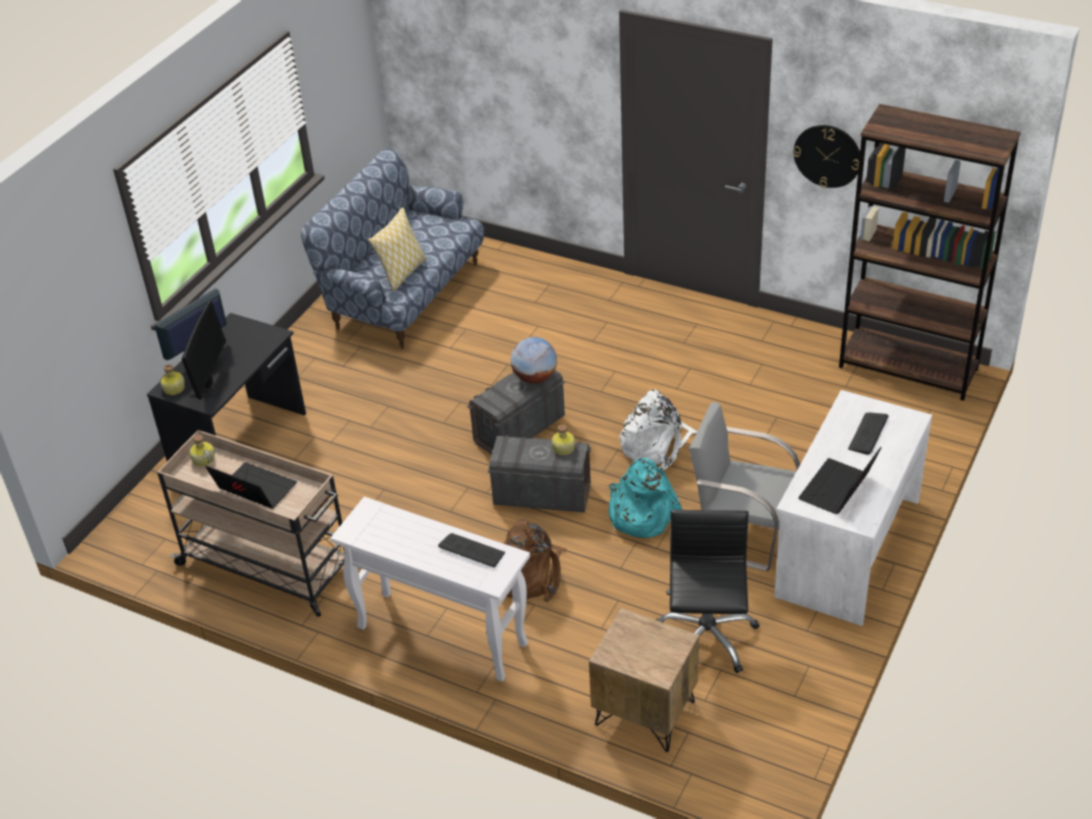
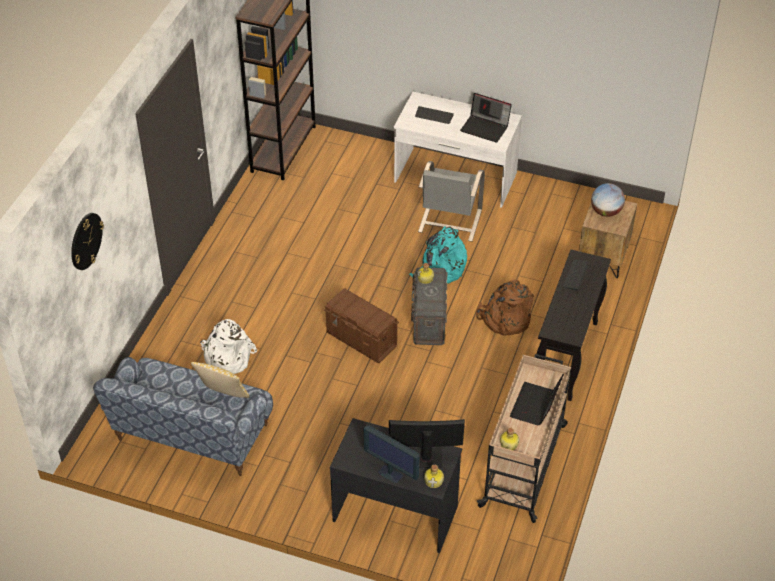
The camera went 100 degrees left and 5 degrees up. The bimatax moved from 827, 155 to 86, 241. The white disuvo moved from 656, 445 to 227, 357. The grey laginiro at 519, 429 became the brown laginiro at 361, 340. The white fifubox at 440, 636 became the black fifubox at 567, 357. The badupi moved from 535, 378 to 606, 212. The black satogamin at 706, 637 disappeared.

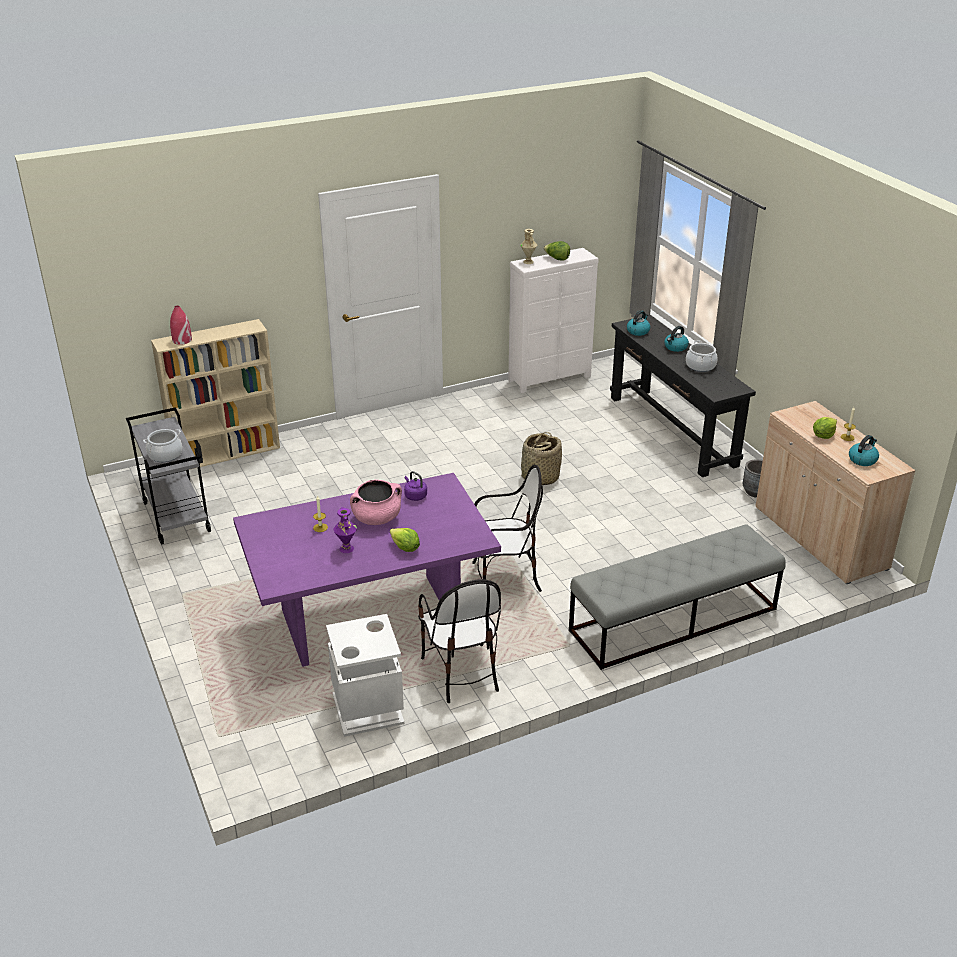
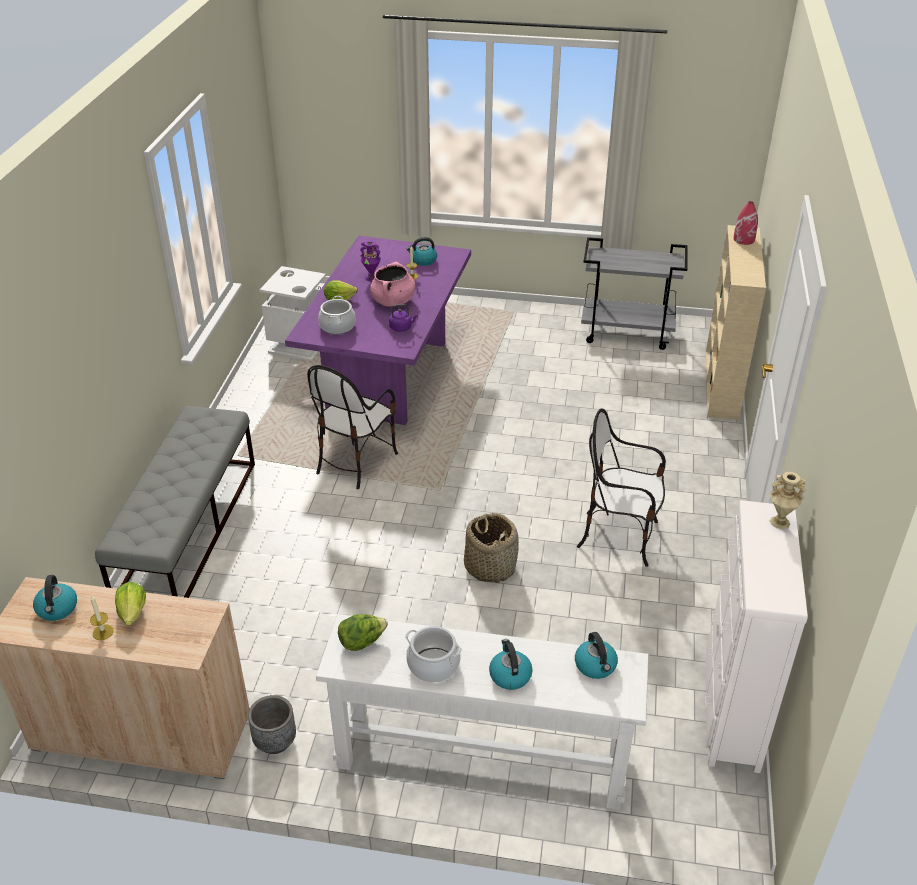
The camera went 125 degrees right and 5 degrees up. The black fifubox at 672, 431 became the white fifubox at 481, 757. The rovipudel moved from 165, 455 to 337, 326. The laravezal moved from 557, 259 to 362, 642. The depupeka at 423, 260 appeared. The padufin moved from 461, 672 to 619, 536.

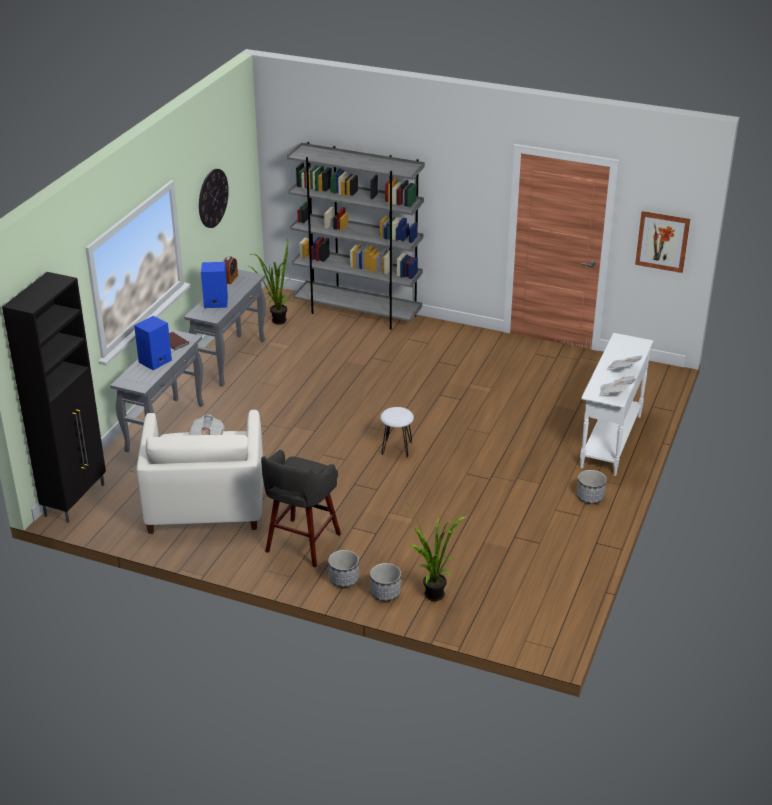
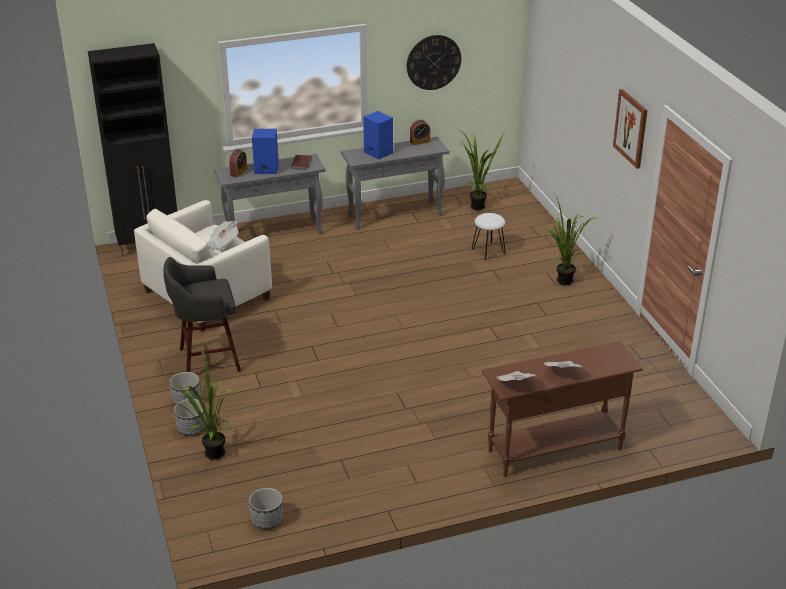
The camera went 50 degrees right and 0 degrees up. The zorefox at 238, 172 appeared. The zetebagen moved from 590, 497 to 267, 520. The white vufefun moved from 396, 448 to 488, 251. The white fifubox at 610, 441 became the brown fifubox at 554, 450. The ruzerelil at 562, 283 appeared. The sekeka moved from 662, 241 to 631, 128. The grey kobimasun at 358, 313 disappeared.

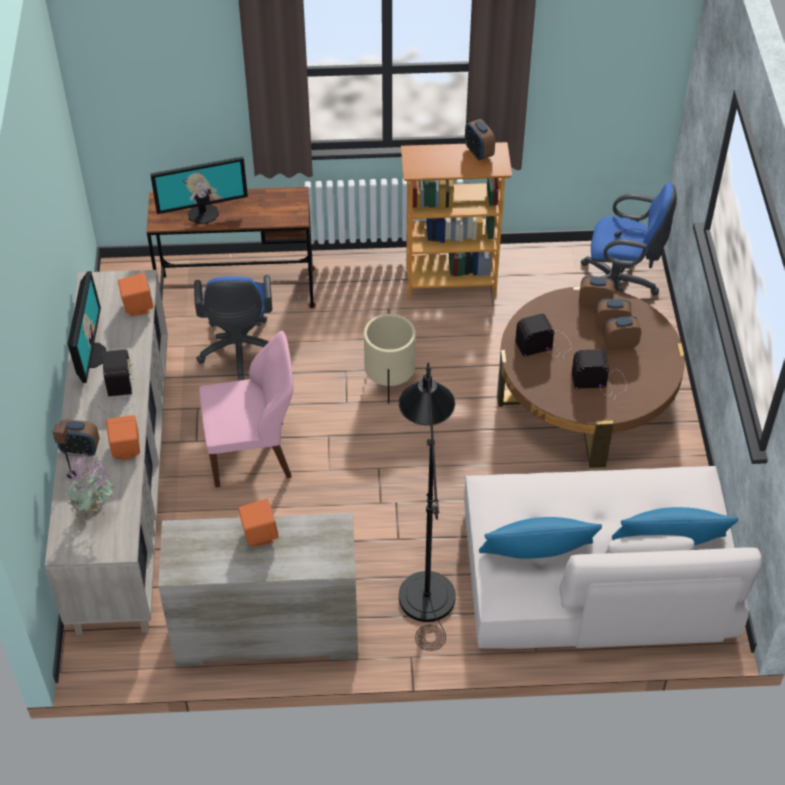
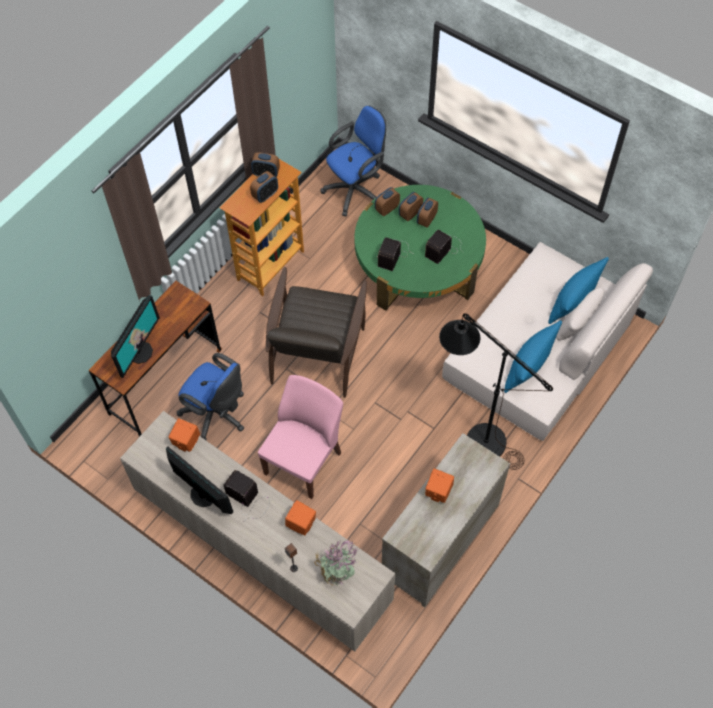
The camera went 50 degrees left and 10 degrees up. The zorefox moved from 80, 450 to 265, 195. The beige zetebagen at 389, 382 was replaced by the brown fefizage at 317, 352. The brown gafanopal at 585, 397 became the green gafanopal at 418, 264.

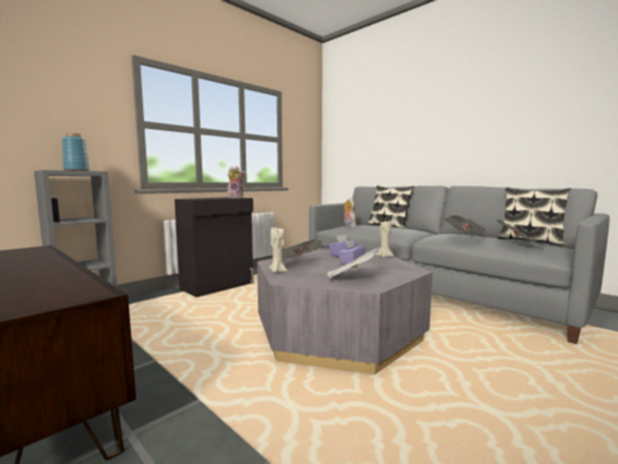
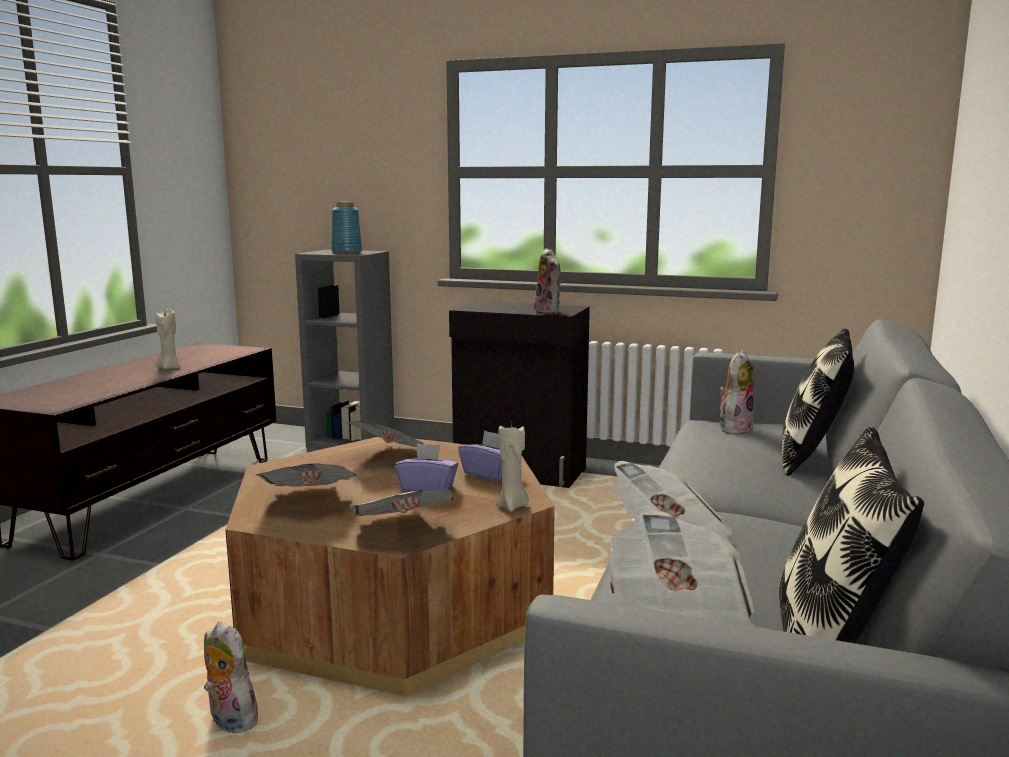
The camera went 65 degrees right and 5 degrees up. The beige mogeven moved from 277, 271 to 169, 368. The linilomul at 229, 721 appeared. The grey gafanopal at 338, 332 became the brown gafanopal at 394, 607. The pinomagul at 403, 530 appeared.

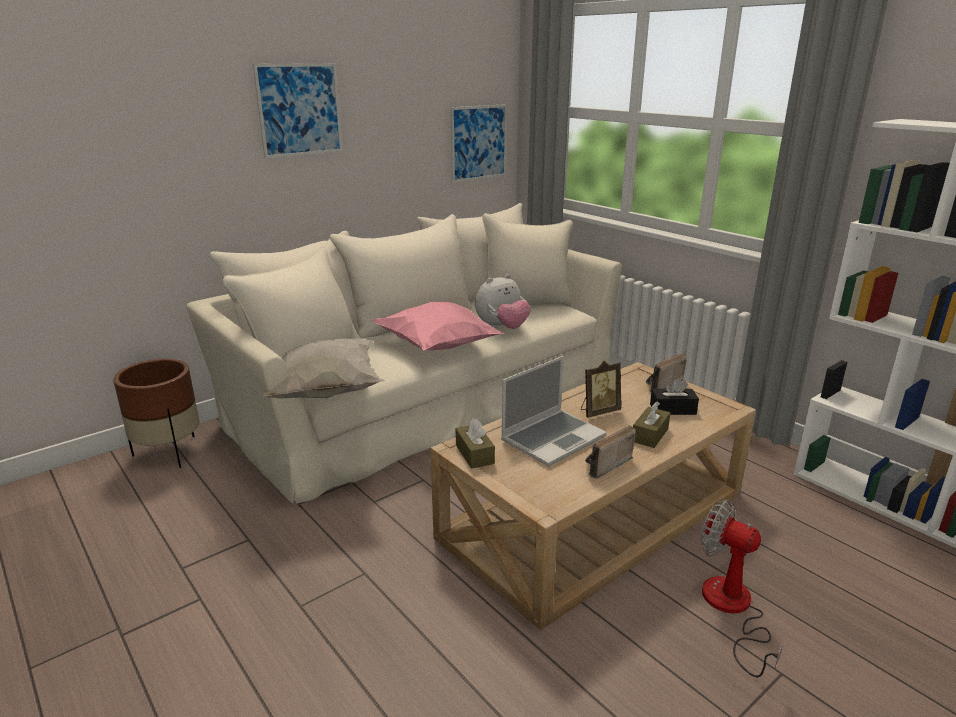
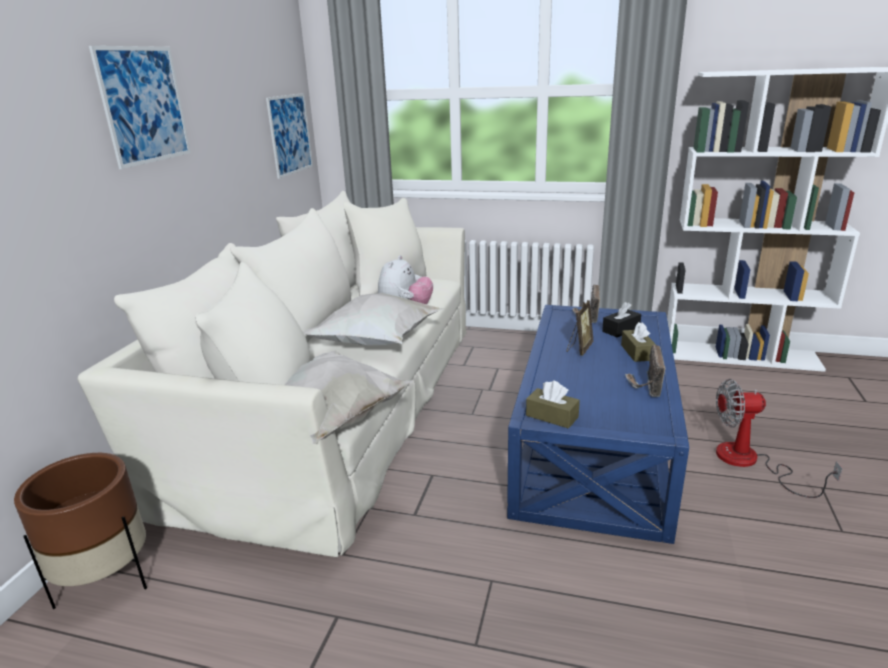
The camera went 35 degrees left and 0 degrees up. The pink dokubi at 439, 348 became the white dokubi at 378, 343. The beige gafanopal at 592, 514 became the blue gafanopal at 592, 440. The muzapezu at 553, 438 disappeared.

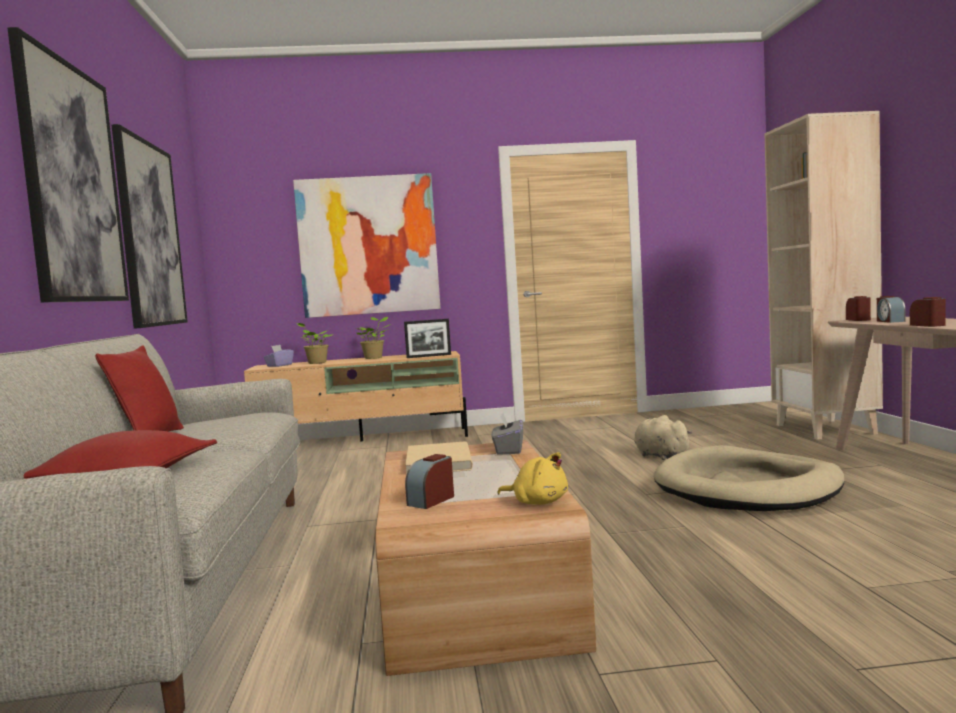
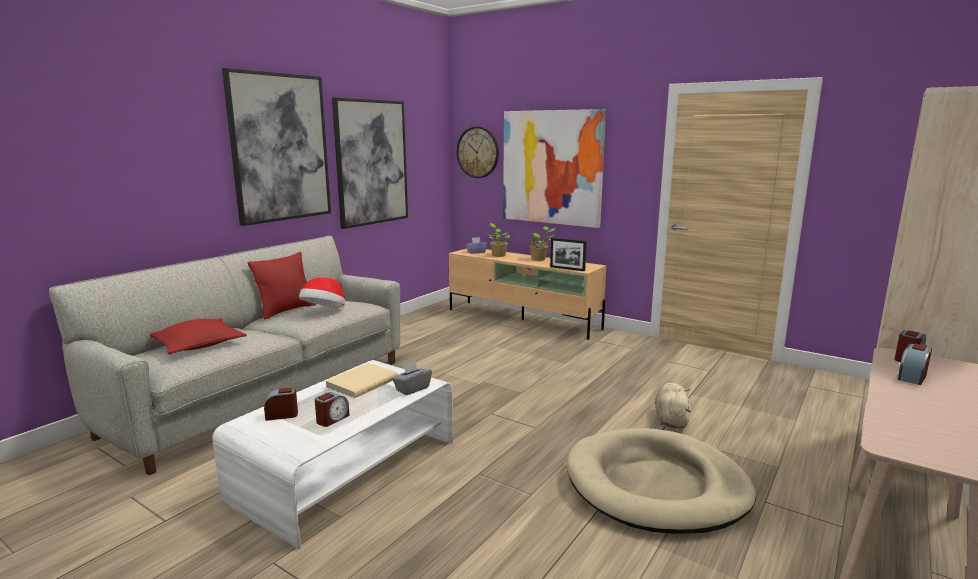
The camera went 40 degrees right and 10 degrees up. The brown gafanopal at 474, 584 became the white gafanopal at 347, 469. The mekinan at 324, 311 appeared. The zorefox moved from 928, 325 to 332, 419. The bimatax at 478, 152 appeared. The yellow linilomul at 538, 502 disappeared.

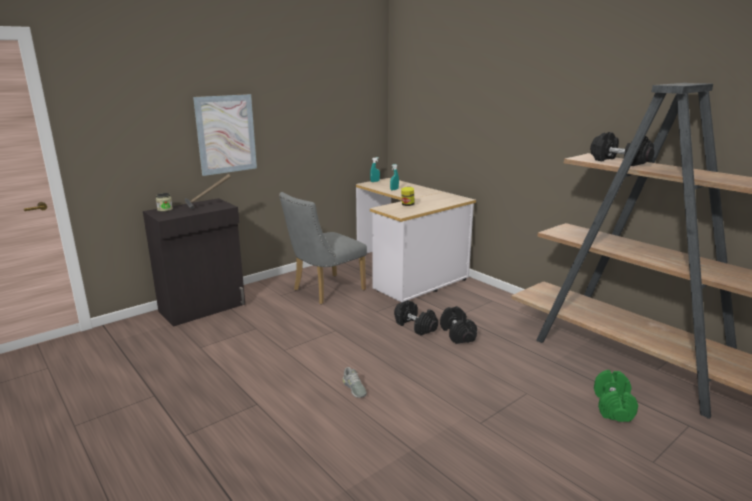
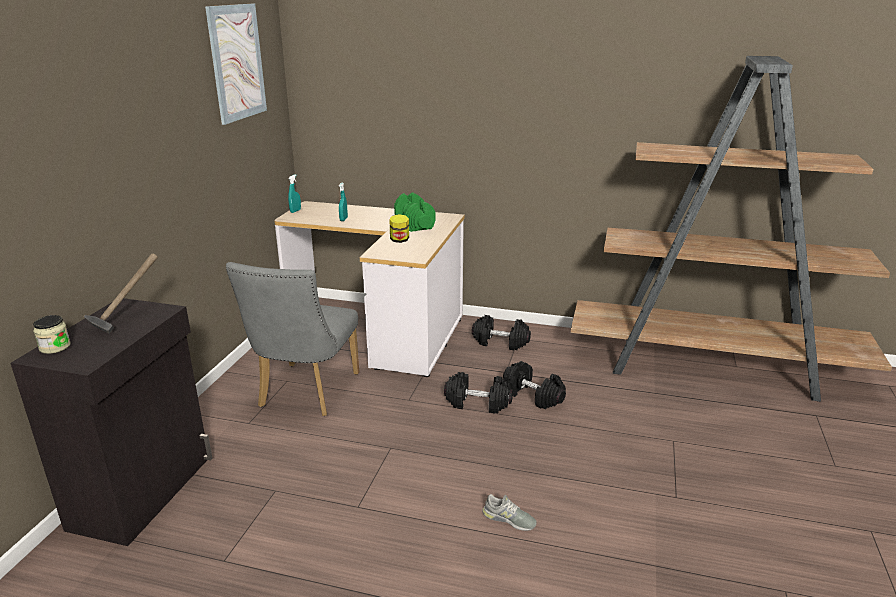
The camera went 35 degrees left and 5 degrees up. The sekeka moved from 226, 134 to 237, 62. The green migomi moved from 613, 406 to 415, 224. The black migomi moved from 619, 162 to 500, 342.

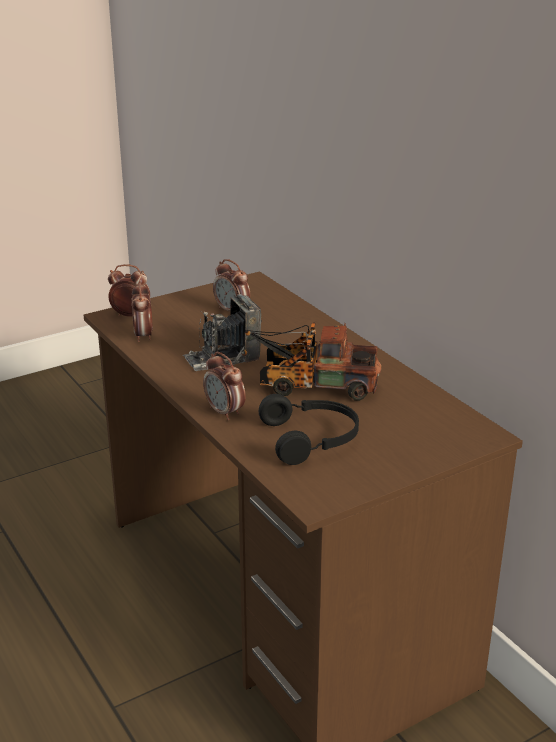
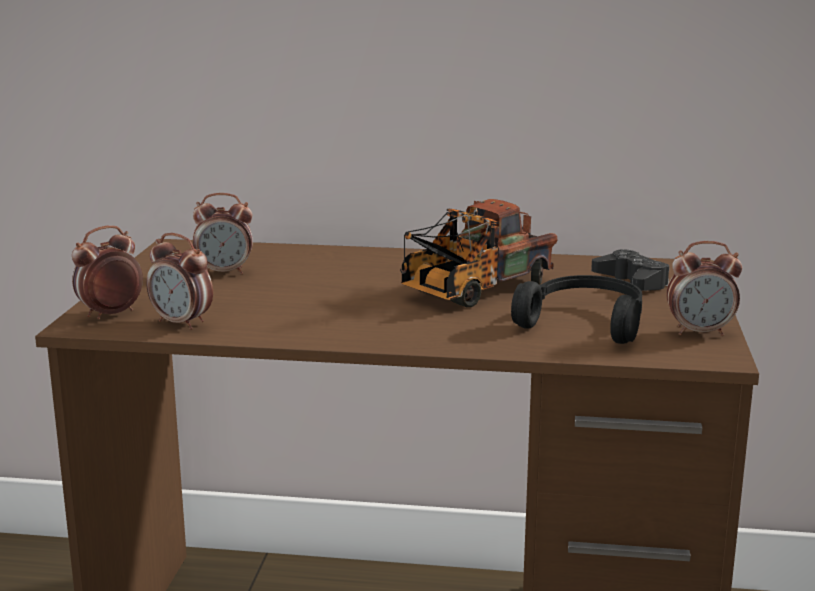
The camera went 50 degrees left and 10 degrees down. The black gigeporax at 632, 281 appeared. The zorefox moved from 225, 412 to 700, 332. The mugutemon at 222, 357 disappeared.

